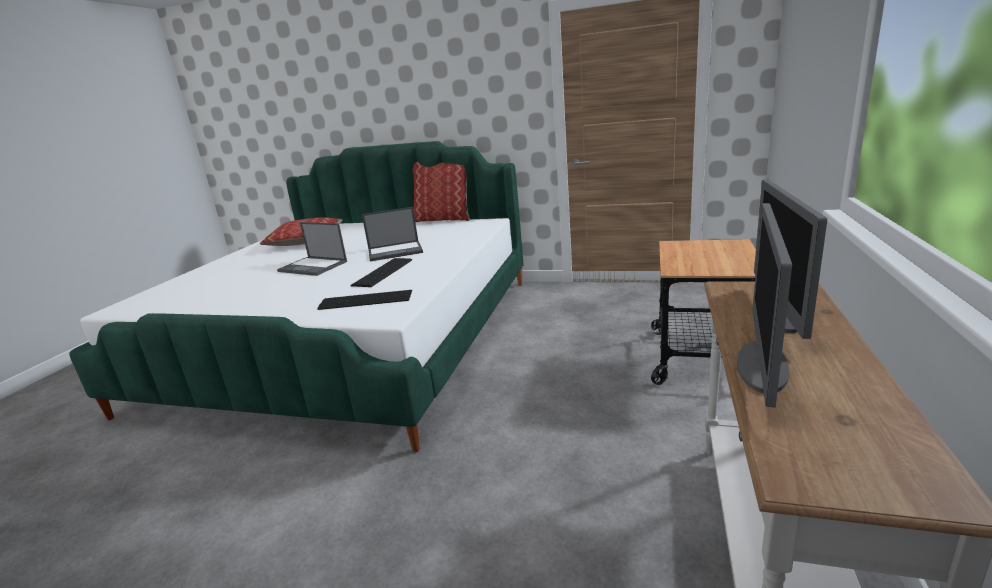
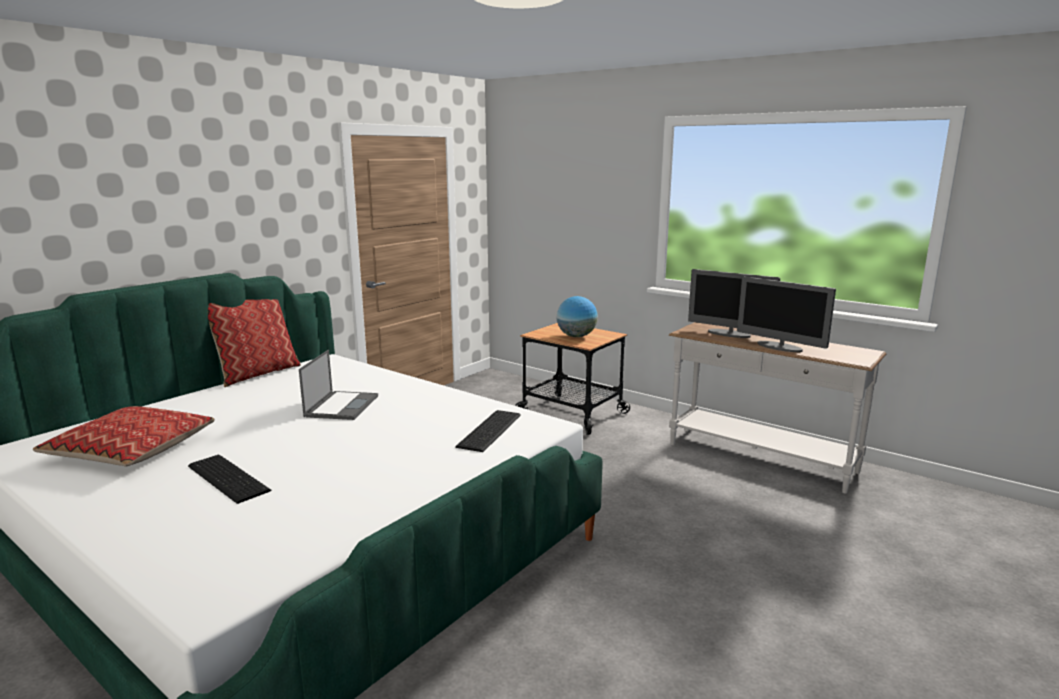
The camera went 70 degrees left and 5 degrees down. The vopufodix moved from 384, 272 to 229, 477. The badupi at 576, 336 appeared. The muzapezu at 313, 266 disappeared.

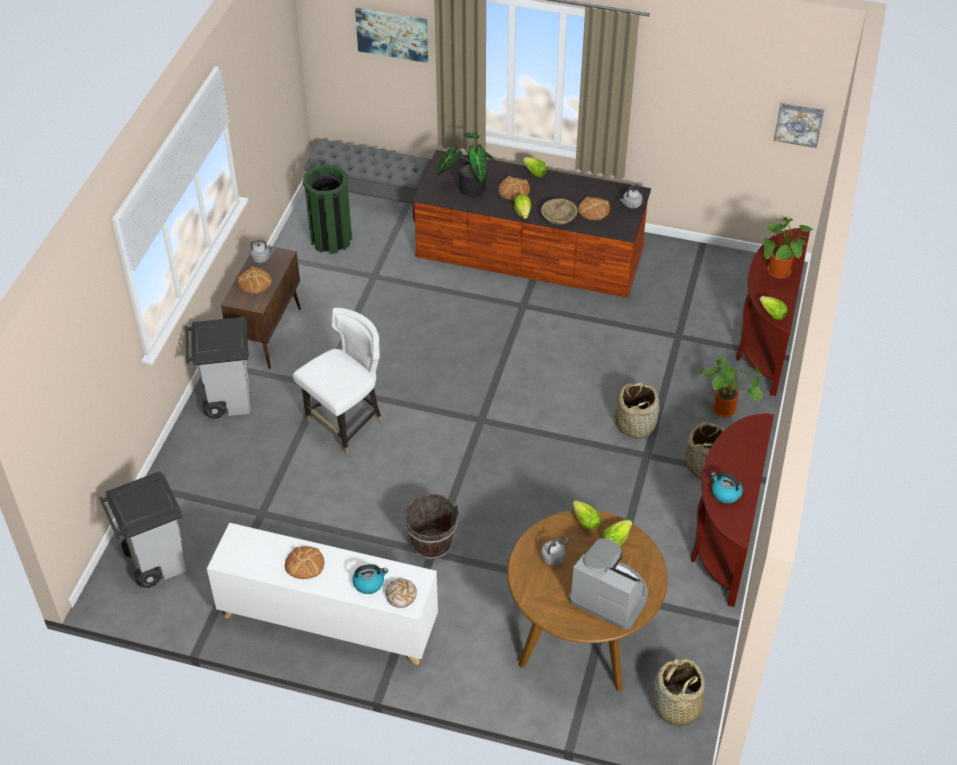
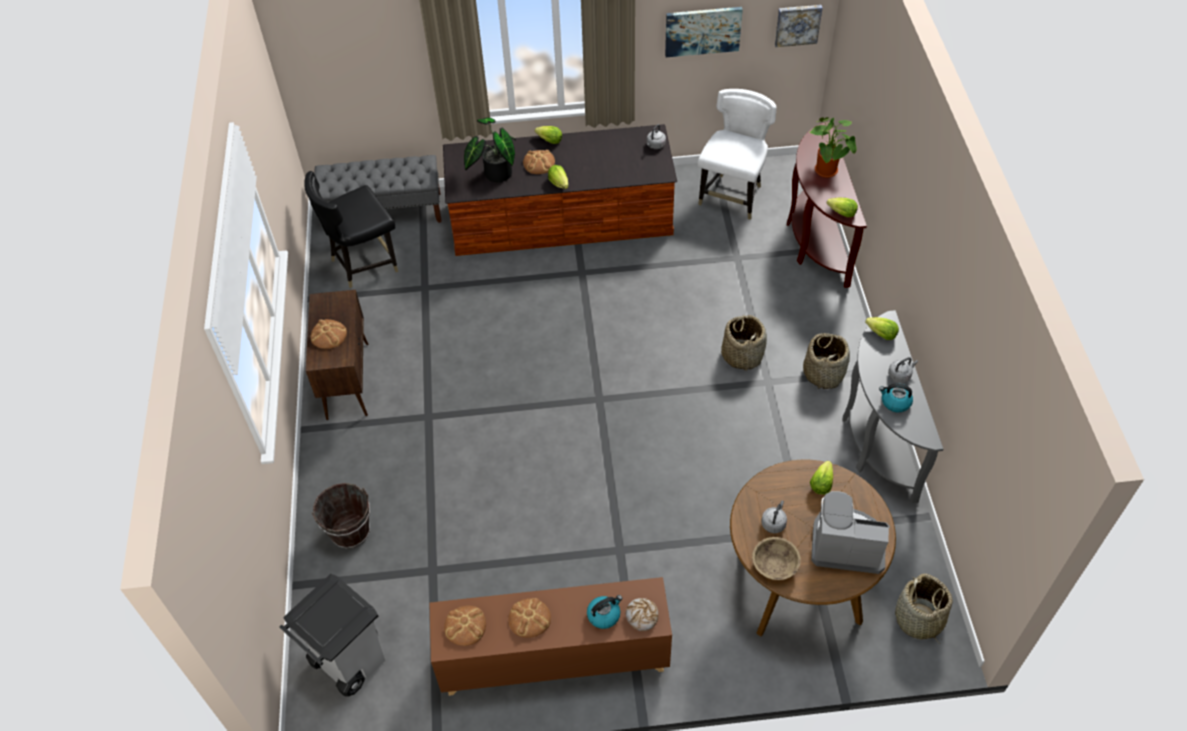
The camera went 20 degrees left and 5 degrees up. The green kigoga at 331, 239 was replaced by the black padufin at 364, 263. The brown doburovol moved from 432, 544 to 350, 531. The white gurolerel at 327, 620 became the brown gurolerel at 553, 659. The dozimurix moved from 594, 210 to 465, 626. The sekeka moved from 392, 34 to 702, 31. The white padufin moved from 346, 423 to 732, 197. The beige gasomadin moved from 558, 219 to 774, 565. The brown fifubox at 723, 540 became the grey fifubox at 876, 440. The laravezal moved from 585, 522 to 881, 334. The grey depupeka moved from 261, 258 to 900, 375. The grey kigoga at 227, 398 disappeared. The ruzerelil at 727, 410 disappeared.

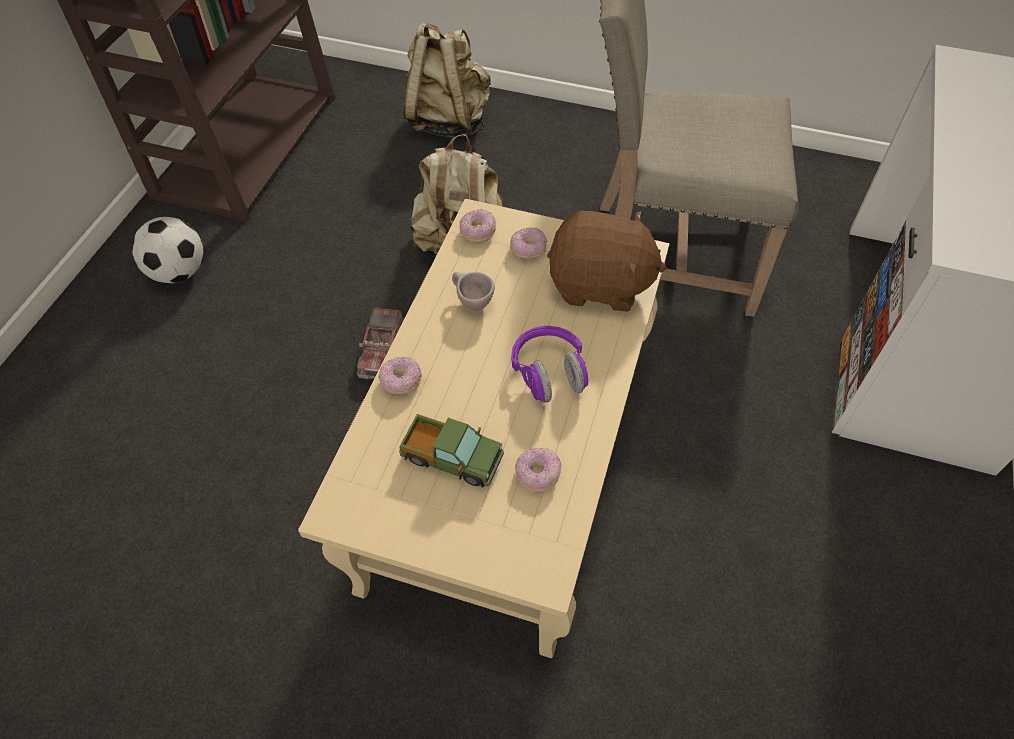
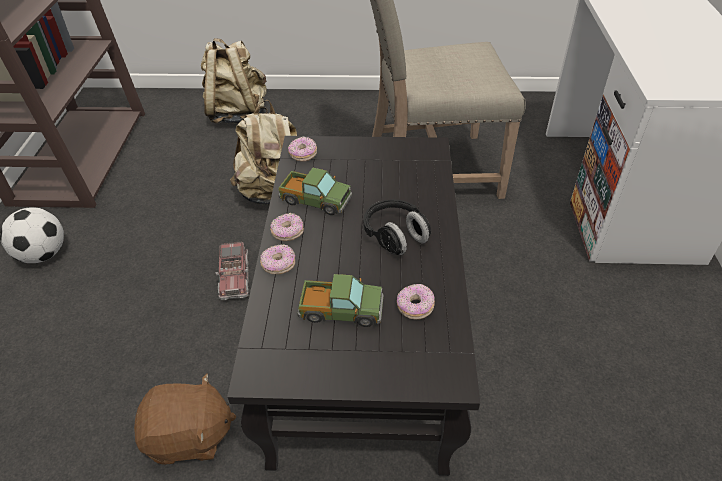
The camera went 15 degrees left and 10 degrees down. The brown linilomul moved from 599, 285 to 189, 437. The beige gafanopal at 507, 467 became the black gafanopal at 362, 339. The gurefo moved from 528, 250 to 288, 233. The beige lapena at 471, 302 was replaced by the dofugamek at 315, 201. The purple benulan at 549, 374 became the black benulan at 395, 236.

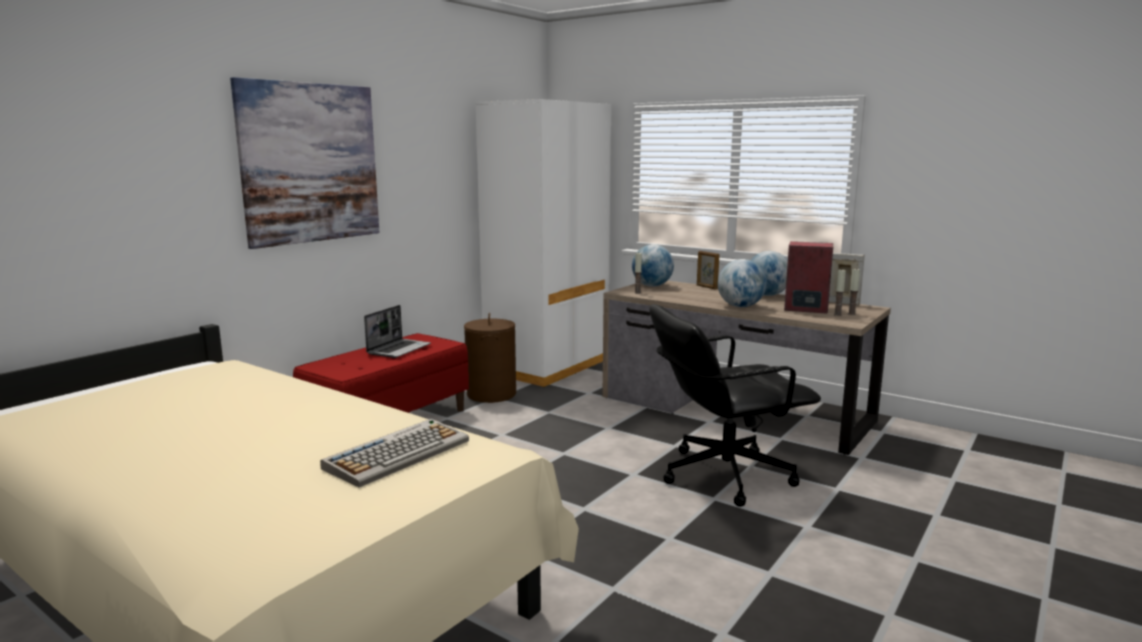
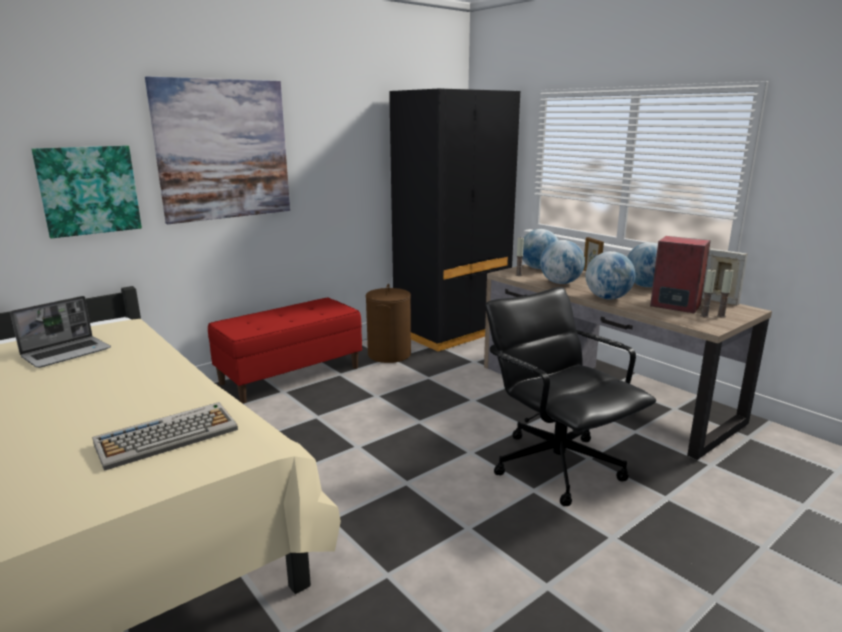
The camera went 15 degrees right and 5 degrees up. The muzapezu moved from 399, 349 to 67, 353. The sekeka at 89, 190 appeared. The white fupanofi at 547, 367 became the black fupanofi at 451, 331. The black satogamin at 724, 475 turned 60 degrees clockwise. The badupi at 560, 283 appeared.

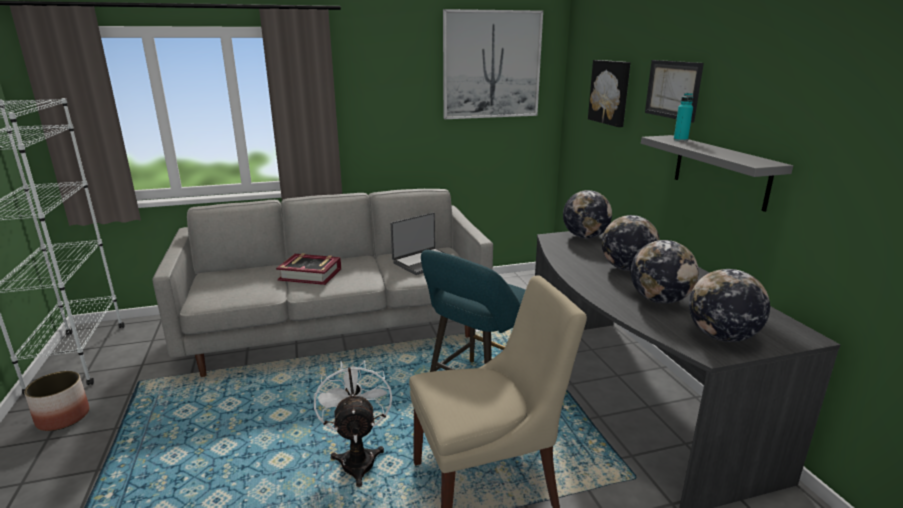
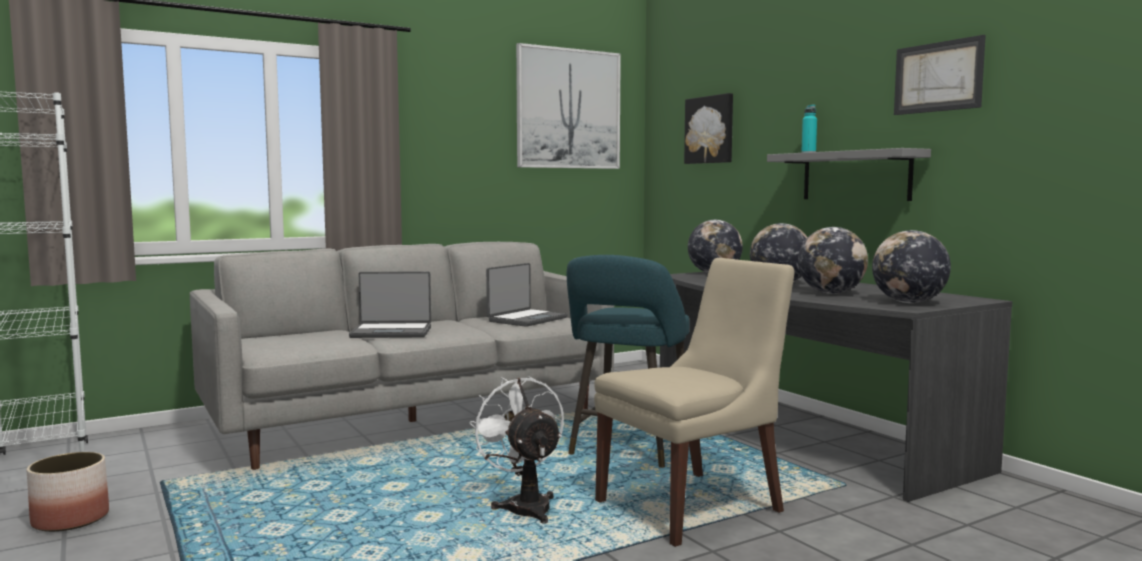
The camera went 15 degrees left and 15 degrees down. The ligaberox at 310, 274 was replaced by the muzapezu at 392, 332. The sekeka moved from 673, 89 to 938, 77.

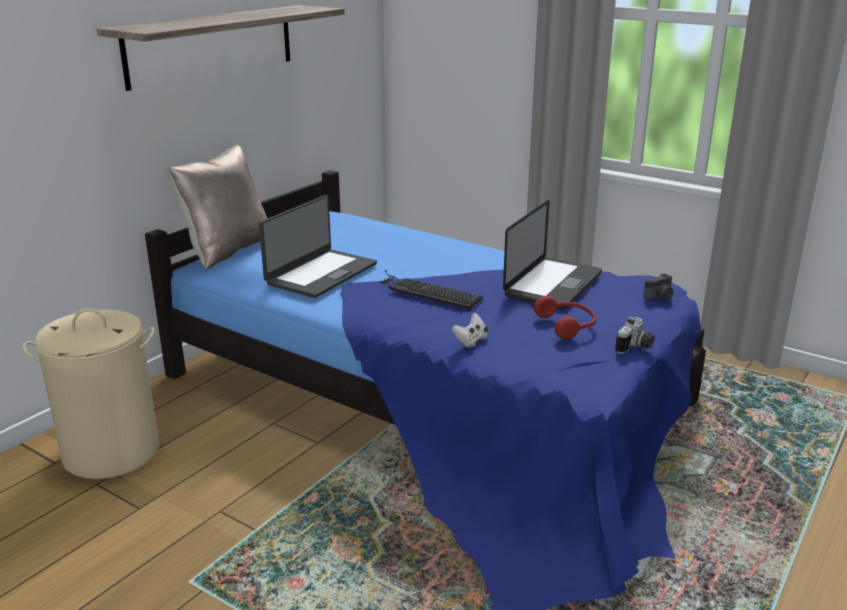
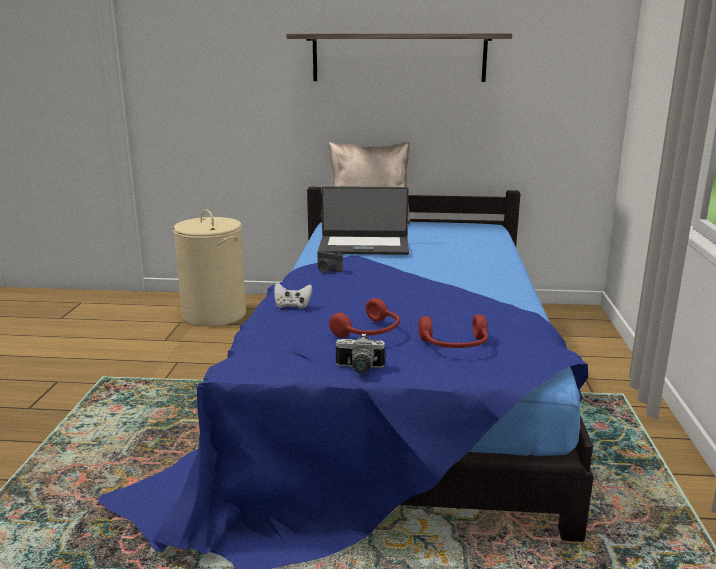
The camera went 60 degrees right and 5 degrees down. The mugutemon moved from 659, 297 to 327, 270. The red benulan at 455, 345 appeared. The vopufodix at 426, 291 disappeared. The muzapezu at 553, 284 disappeared.

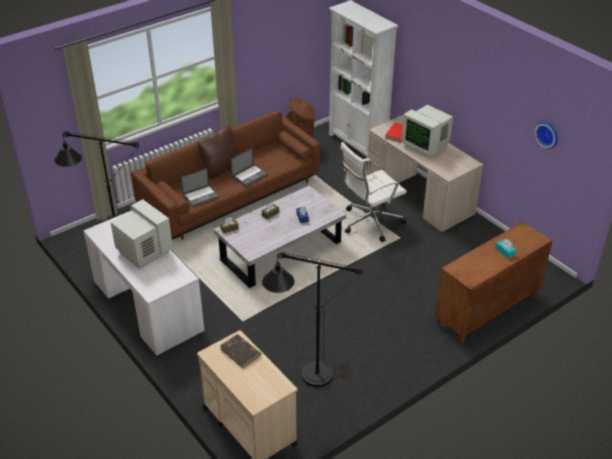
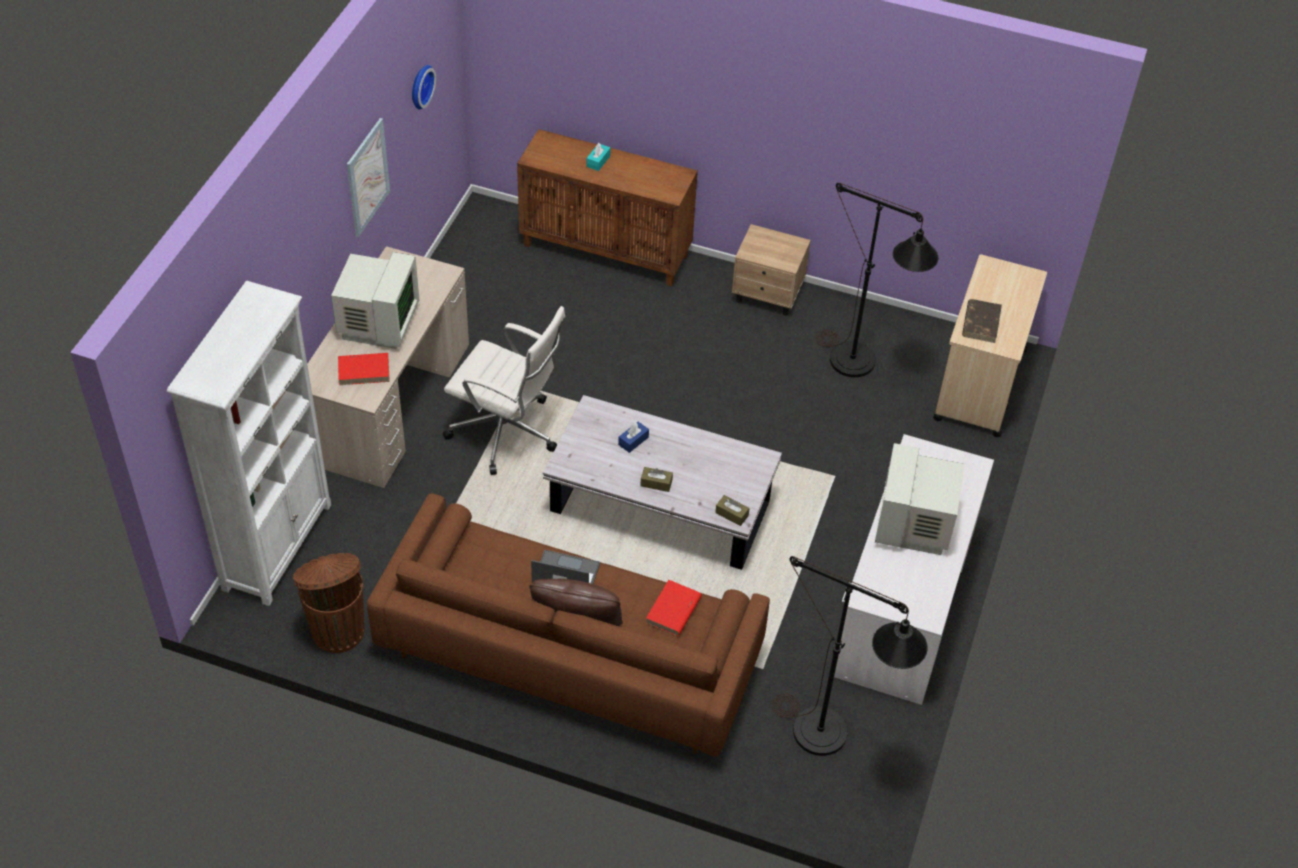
The camera went 125 degrees left and 10 degrees up. The sekeka at 367, 177 appeared. The muzapezu at 201, 195 was replaced by the red ligaberox at 673, 610. The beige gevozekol at 768, 295 appeared.

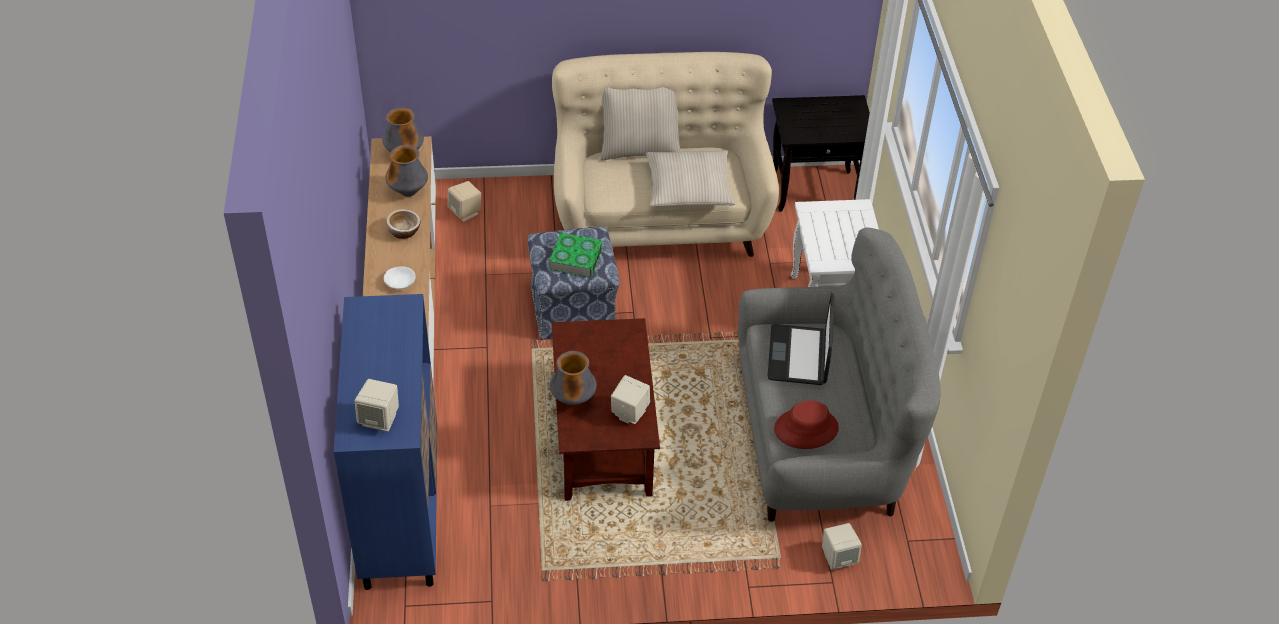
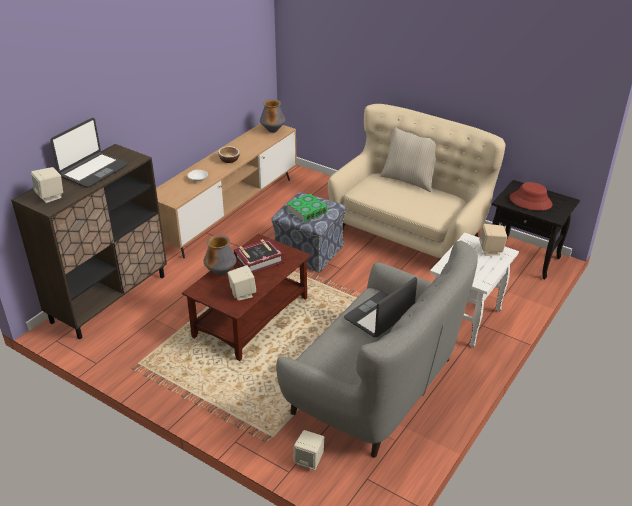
The camera went 40 degrees right and 10 degrees down. The blue gurolerel at 401, 512 became the brown gurolerel at 109, 298. The muzapezu at 93, 171 appeared. The ligaberox at 259, 260 appeared. The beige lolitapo moved from 465, 212 to 491, 250. The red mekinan moved from 806, 428 to 530, 201. The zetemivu at 408, 192 disappeared. The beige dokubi at 688, 188 disappeared.

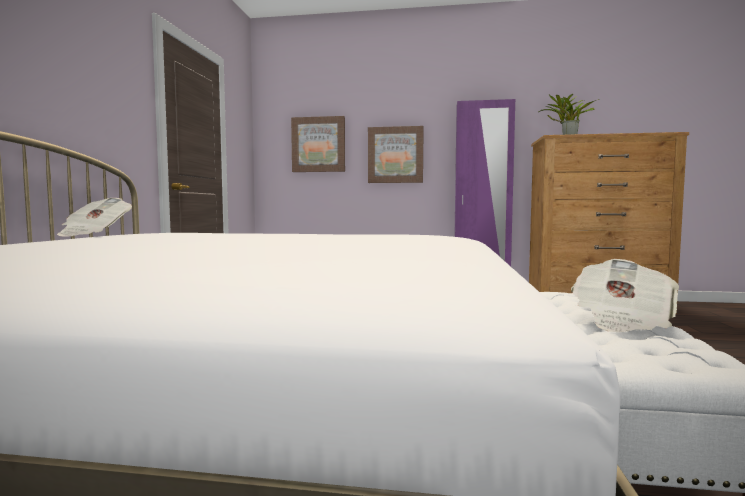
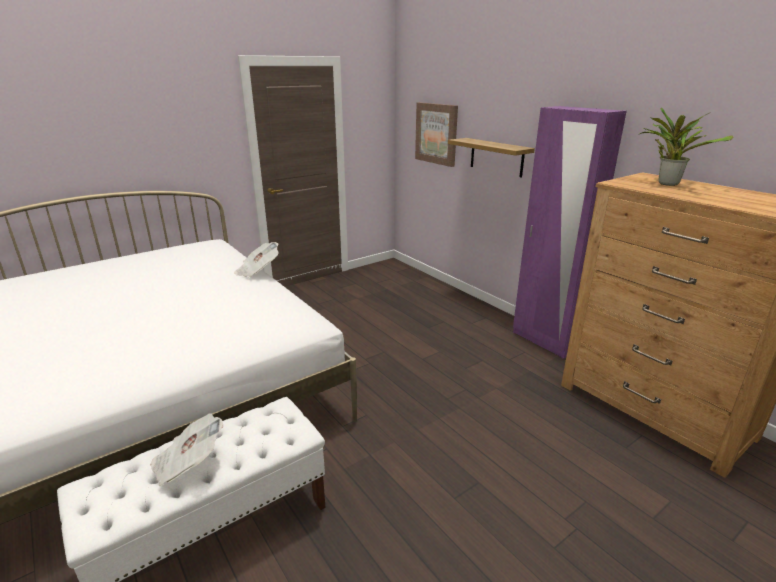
The camera went 45 degrees right and 20 degrees up. The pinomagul moved from 94, 234 to 258, 271. The sekeka at 395, 155 was replaced by the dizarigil at 496, 157.

